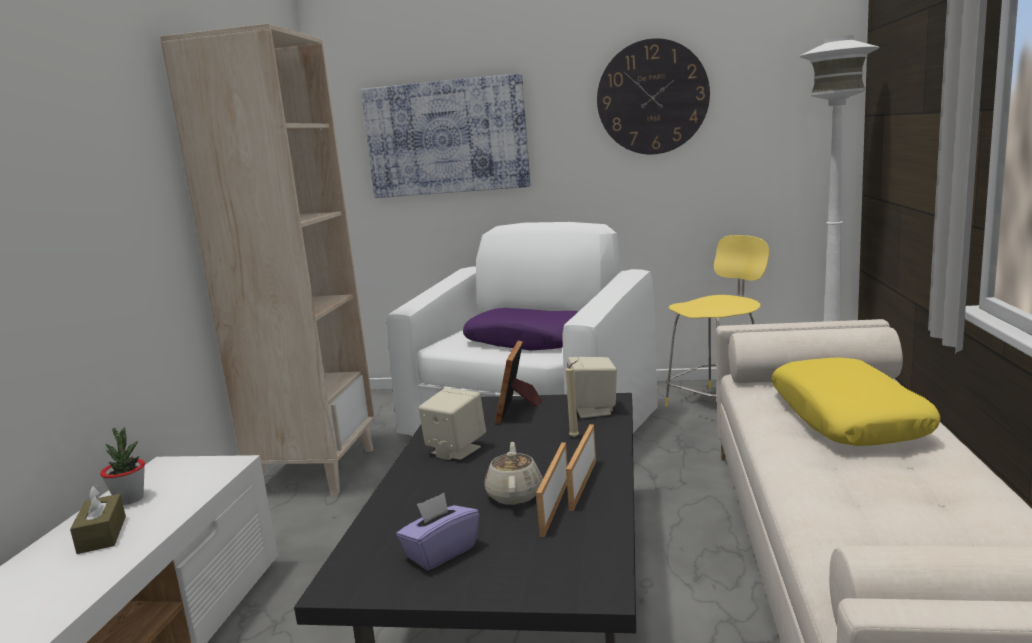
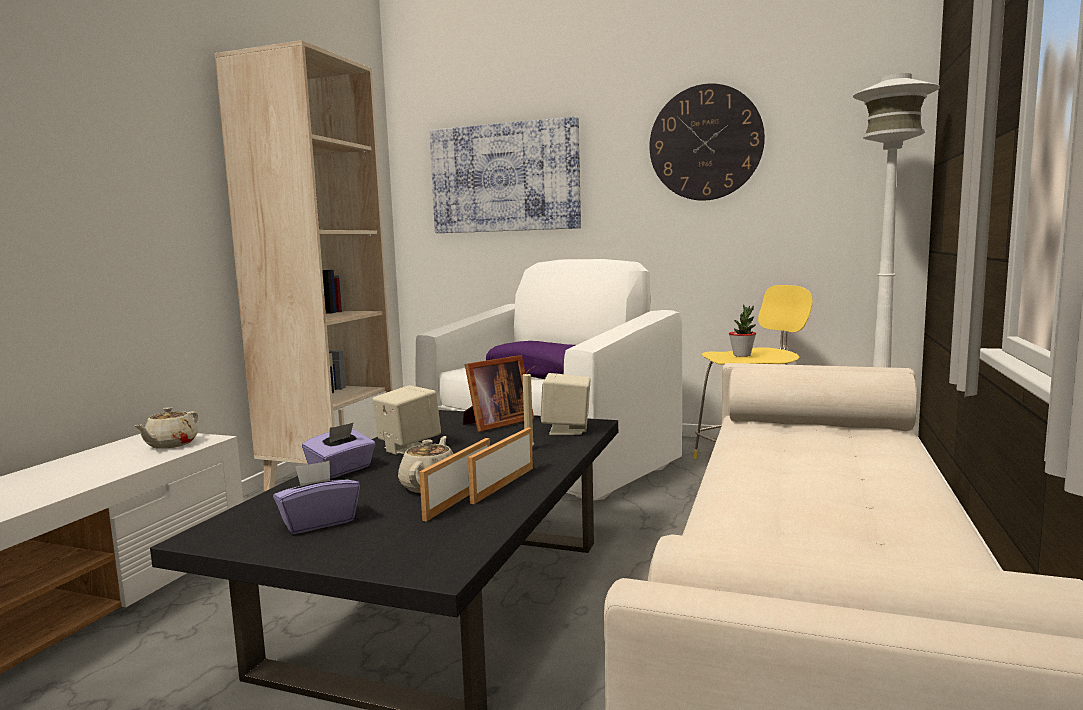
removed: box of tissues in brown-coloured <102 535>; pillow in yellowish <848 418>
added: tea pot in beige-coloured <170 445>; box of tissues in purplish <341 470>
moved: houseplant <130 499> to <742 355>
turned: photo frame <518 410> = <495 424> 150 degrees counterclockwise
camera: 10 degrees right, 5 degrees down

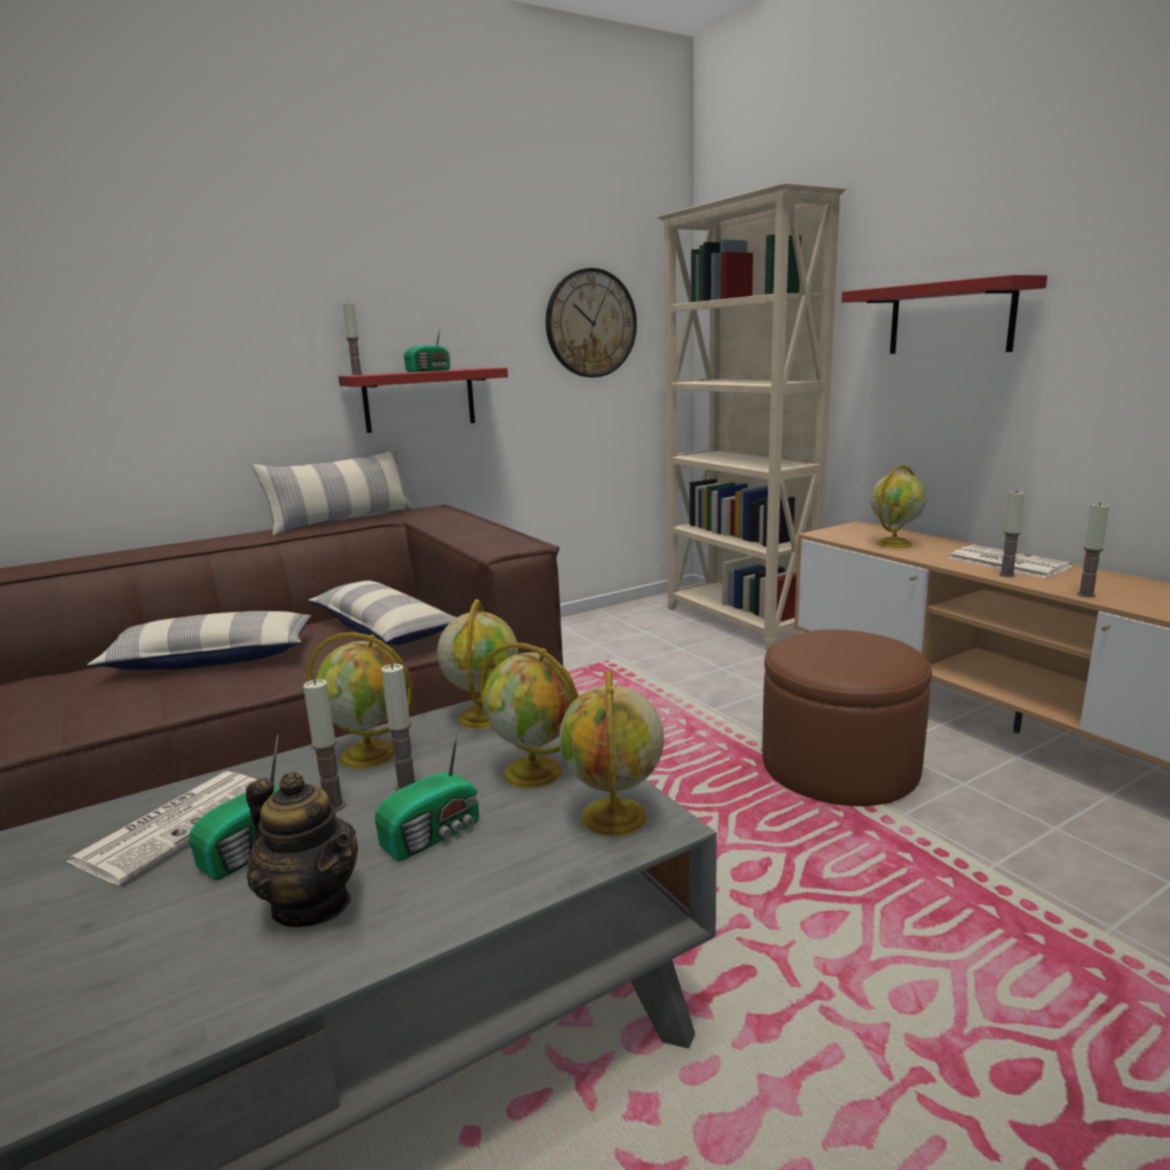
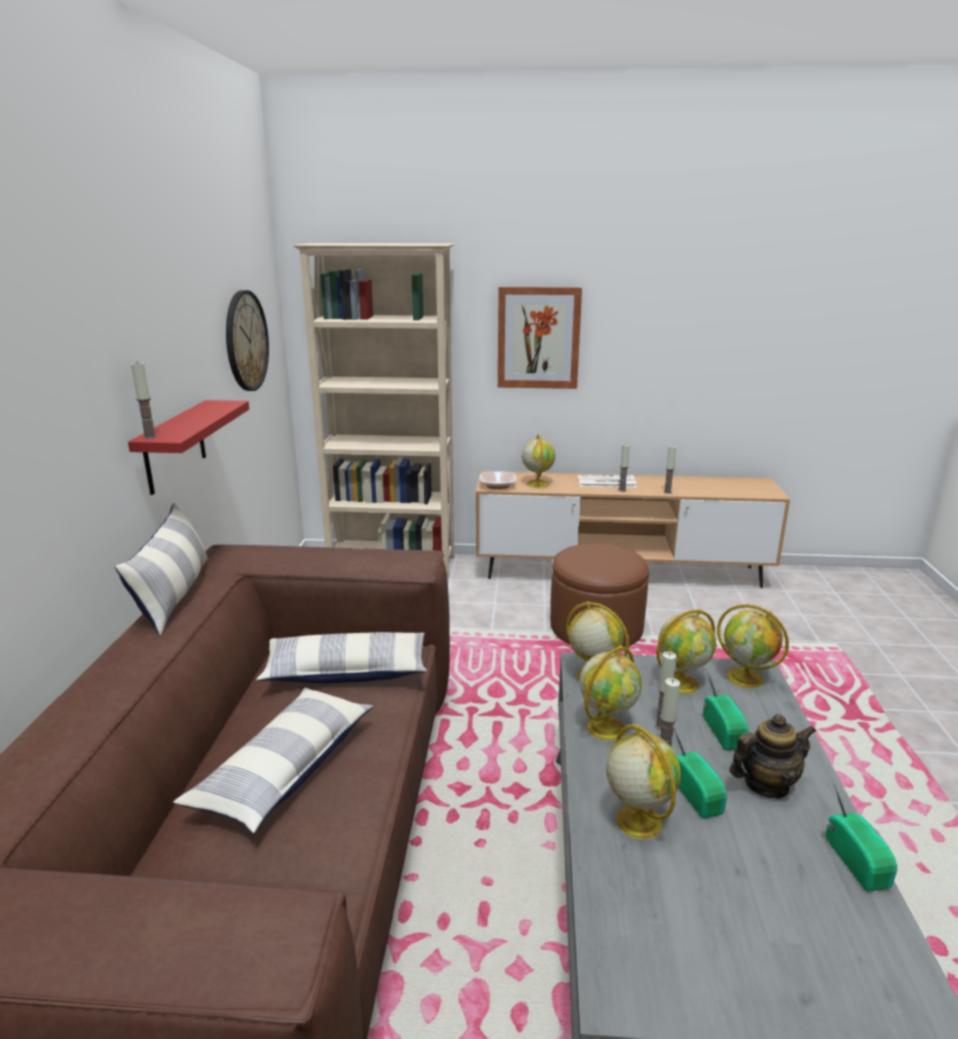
added: bowl <497 485>
moved: radio <430 371> to <856 860>
replaced: wall shelf in reddish <950 318> to wall art <538 338>; daily paper <177 824> to world globe <637 820>
camera: 55 degrees left, 5 degrees up

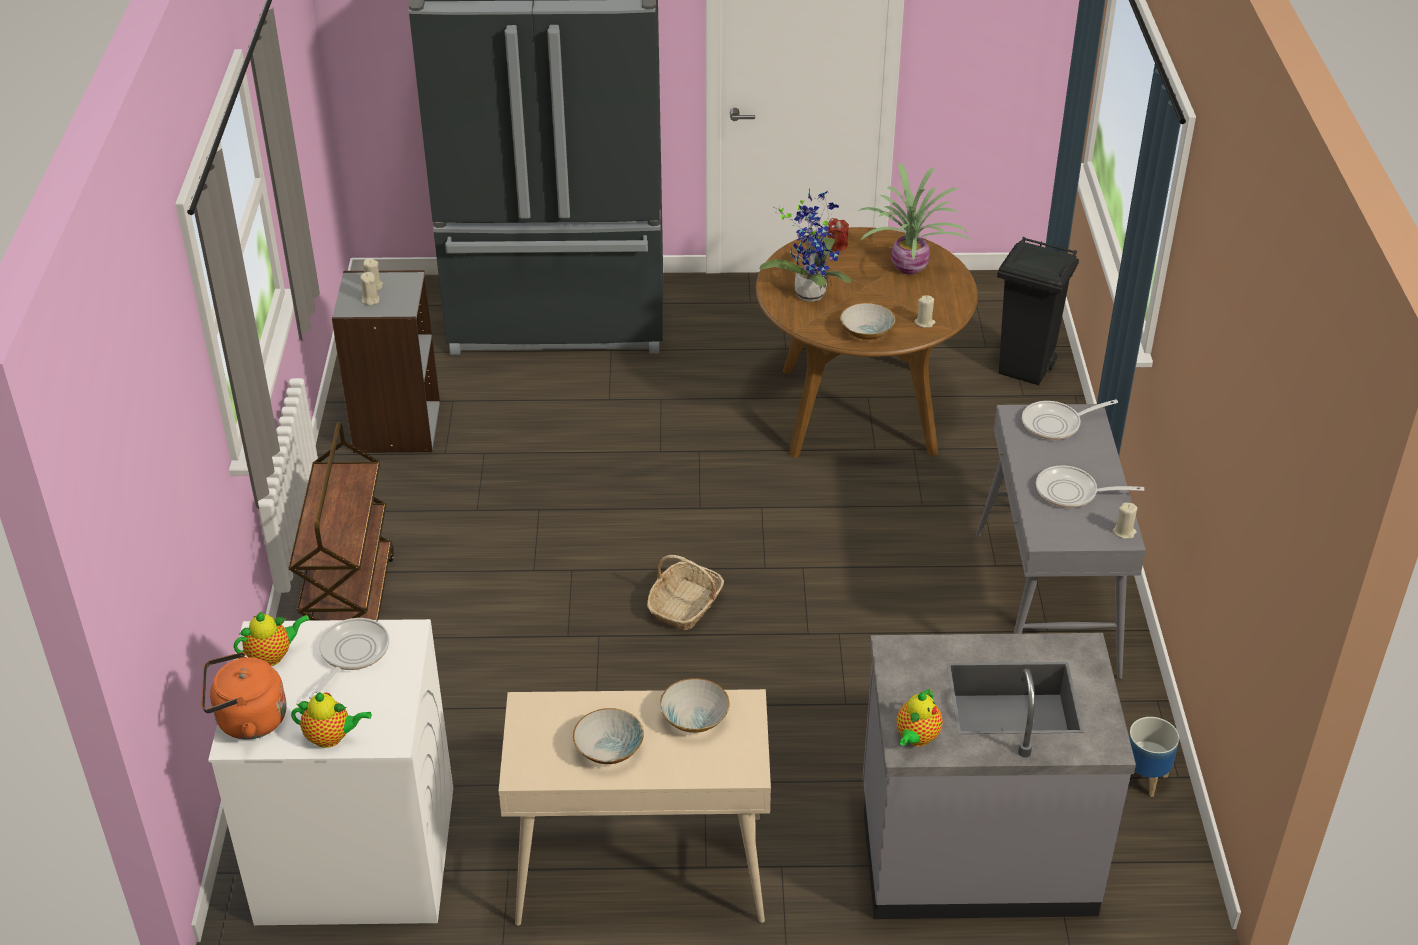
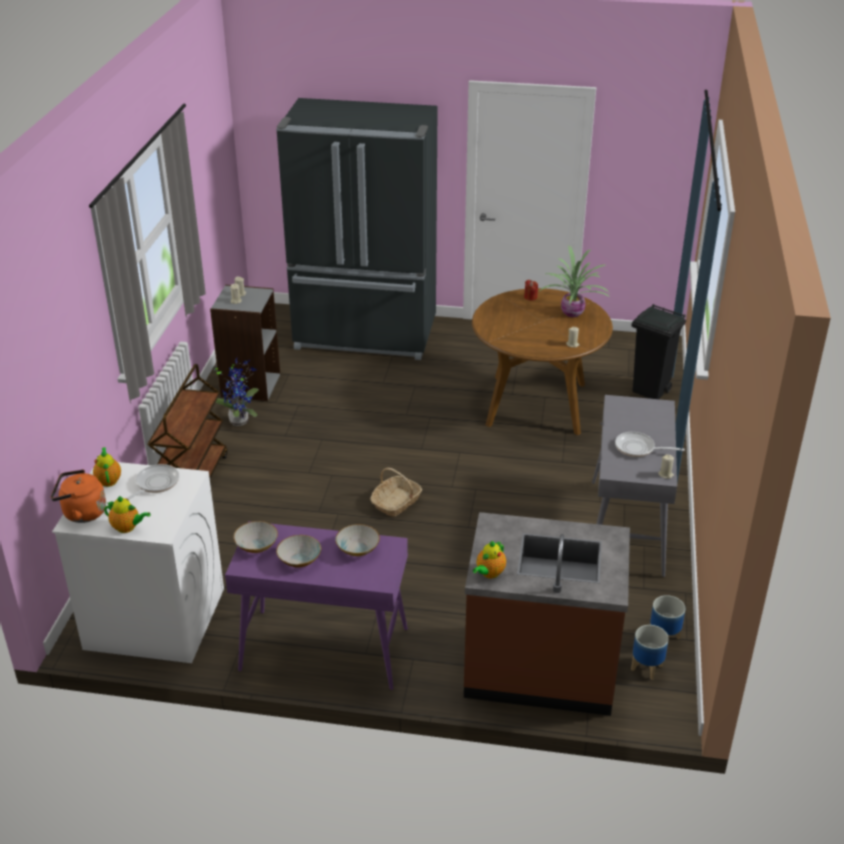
removed: pan <1056 424>
added: planter <646 668>
moved: houseplant <810 291> to <240 420>; bowl <866 332> to <256 546>
recoloured: narrow table in beige-coloured <639 871> to narrow table in purplish <323 650>; counter in gray <976 851> to counter in brown-coloured <540 666>
turned: tea pot <273 656> = <108 480> 90 degrees counterclockwise
camera: 10 degrees right, 5 degrees down

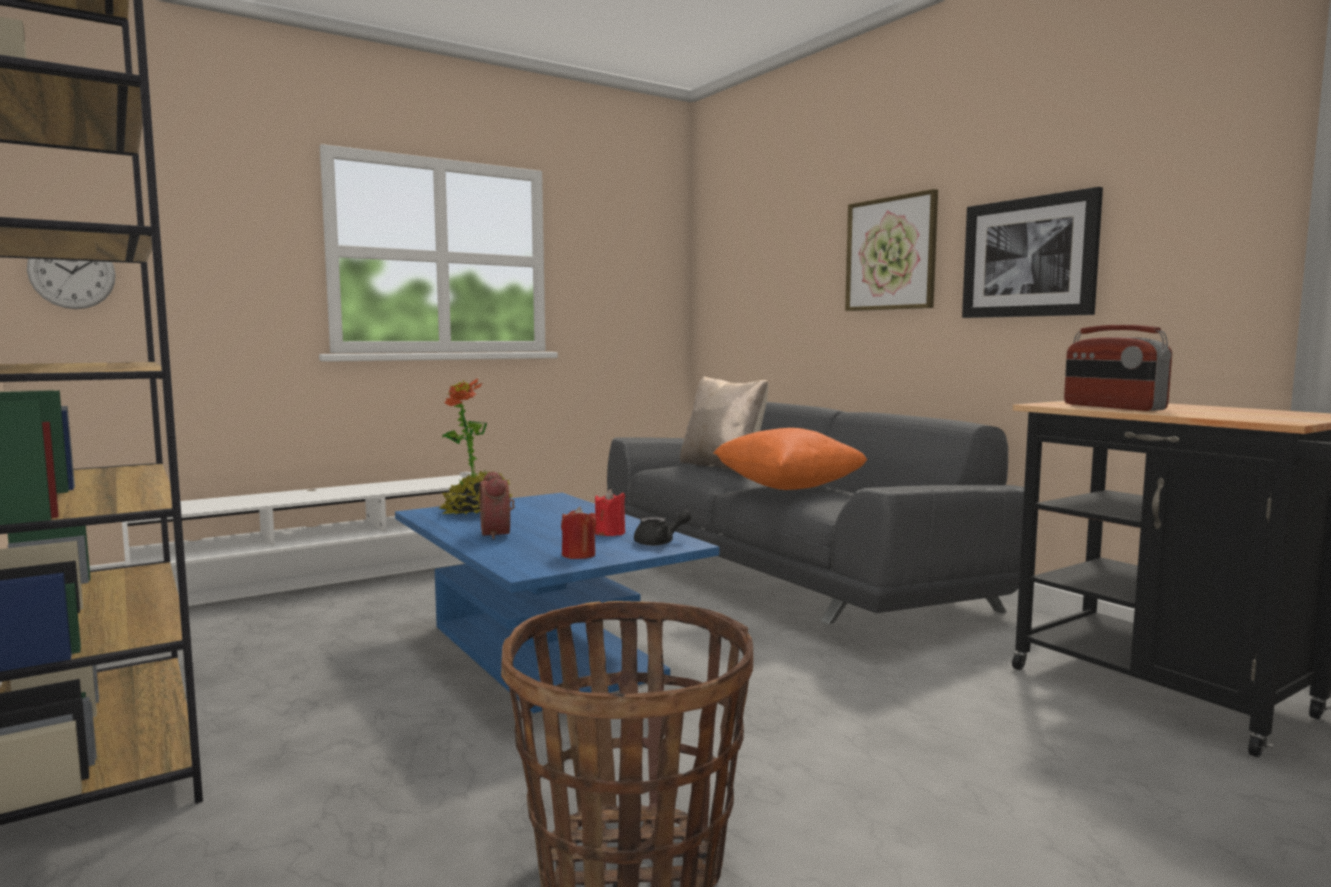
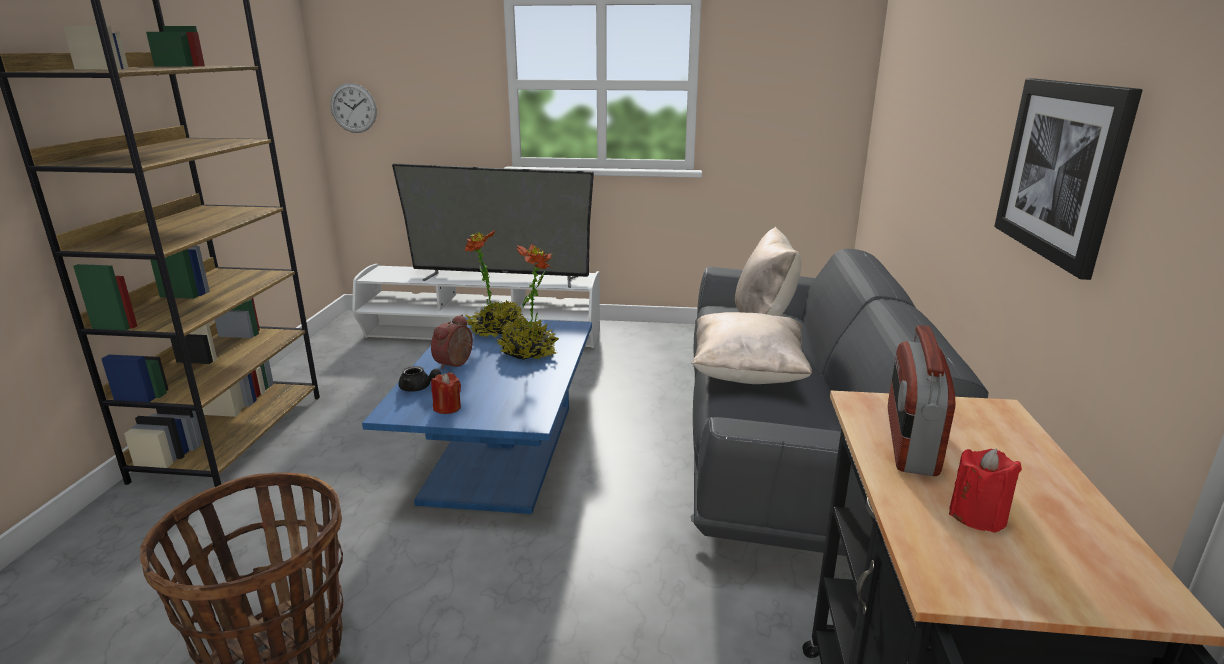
removed: wall art <891 254>
added: TV set <500 278>; houseplant <528 352>
moved: tea pot in black <660 542> to <418 388>; candle in reddish <610 533> to <977 516>
recoloured: pillow in orangey <788 487> to pillow in beige-coloured <747 374>
camera: 40 degrees right, 15 degrees up

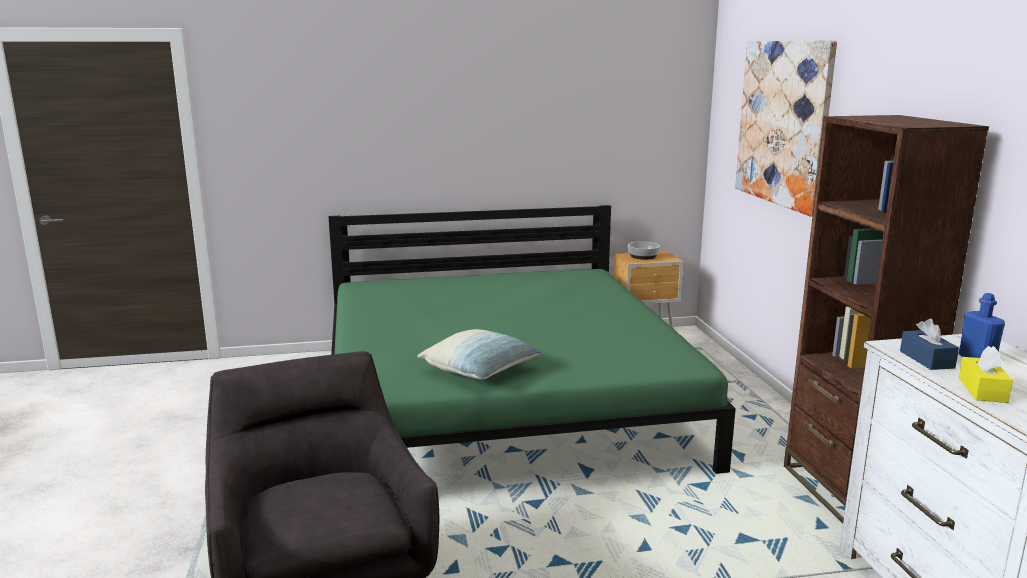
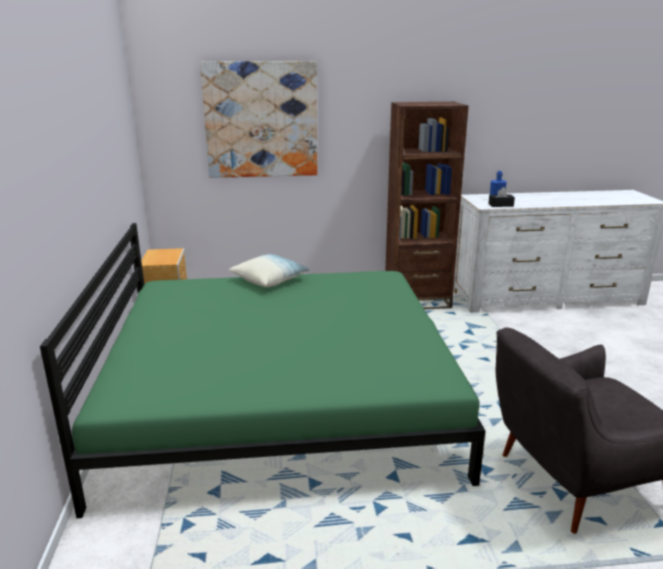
removed: bowl <643 256>; box of tissues in yellowish <982 390>
moved: pillow <481 370> to <270 280>
recoloured: box of tissues in blue-coloured <926 359> to box of tissues in black <500 205>
camera: 85 degrees left, 5 degrees up

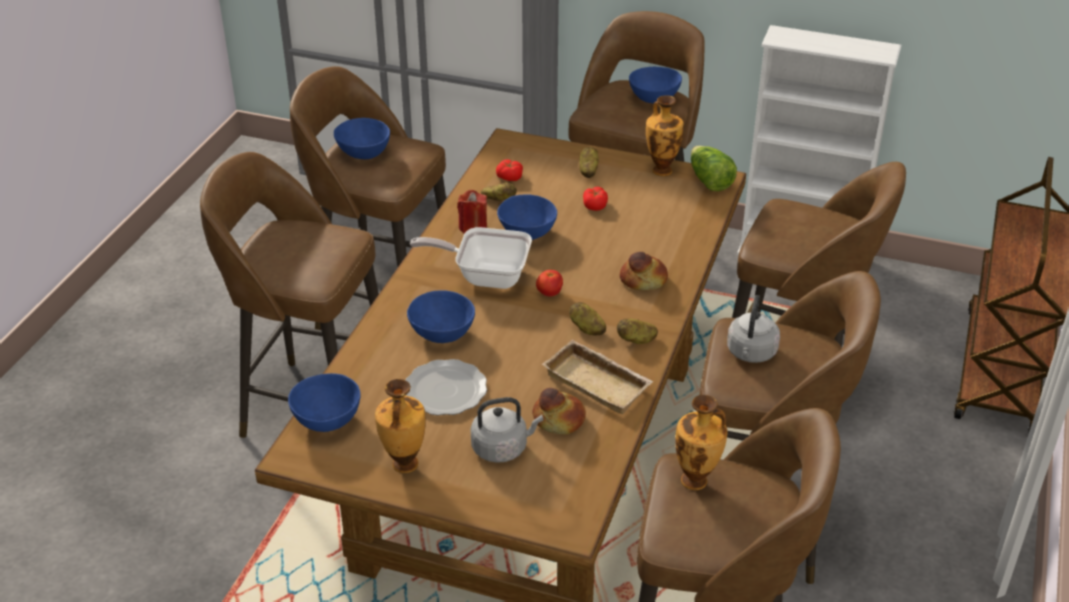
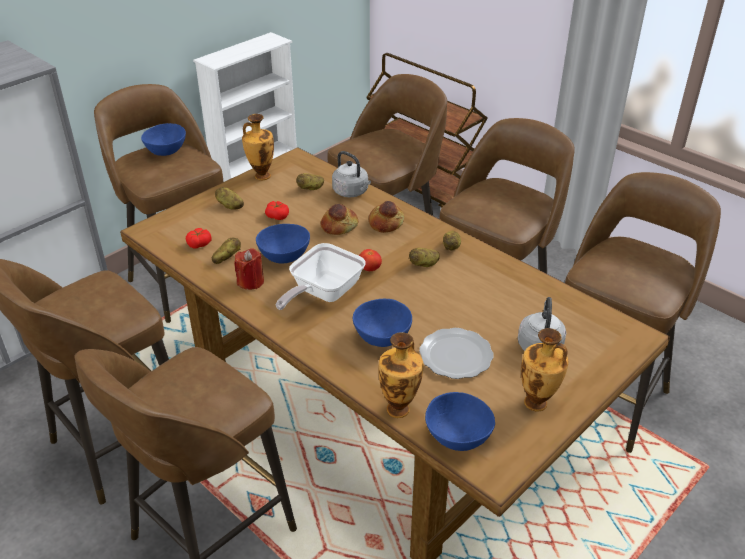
removed: bowl in blue-coloured <363 153>; serving tray in beige-coloured <599 382>; lettuce <709 181>
added: whole potato <310 188>
moved: bread <558 420> to <339 226>; kettle in gray <751 353> to <352 192>; vase <696 481> to <399 408>
camera: 65 degrees left, 0 degrees up

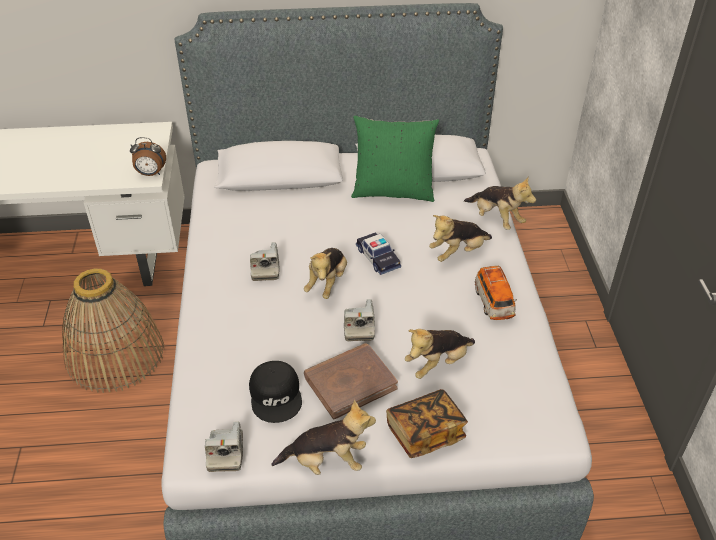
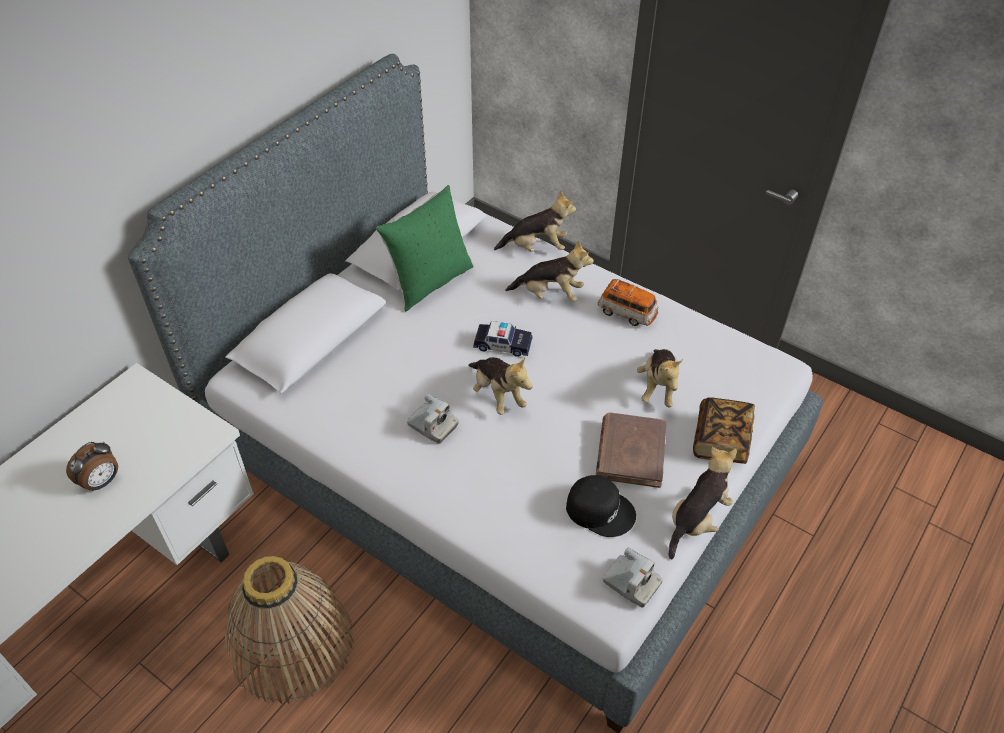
removed: still camera <359 327>
moved: table clock <150 174> to <102 482>
turned: soft toy <458 252> = <550 294> 90 degrees counterclockwise
camera: 50 degrees left, 5 degrees up

